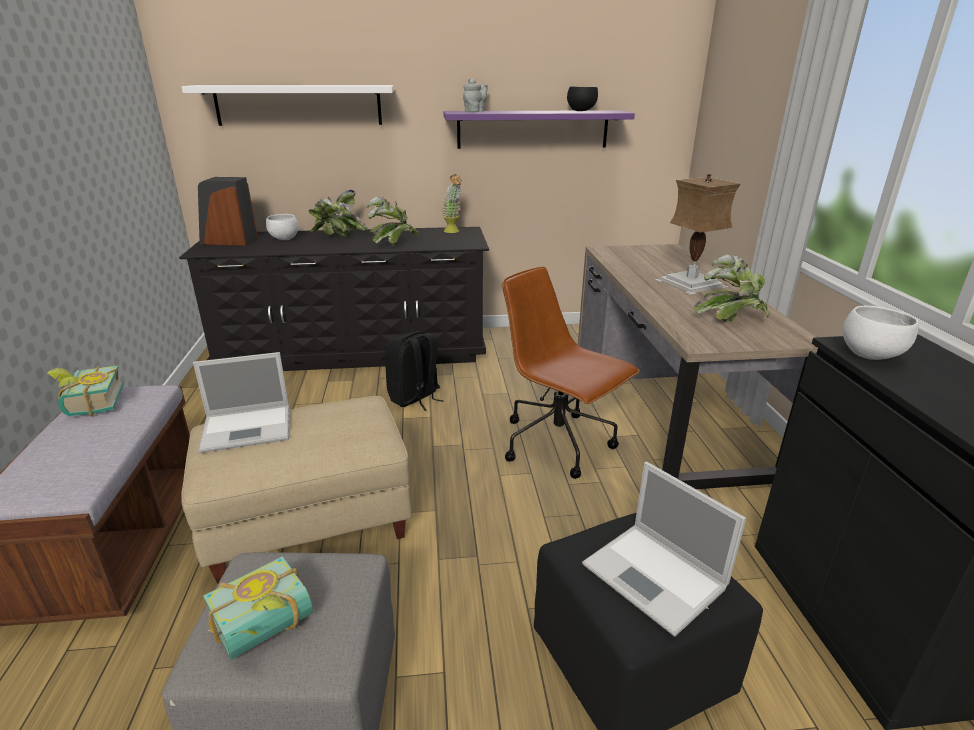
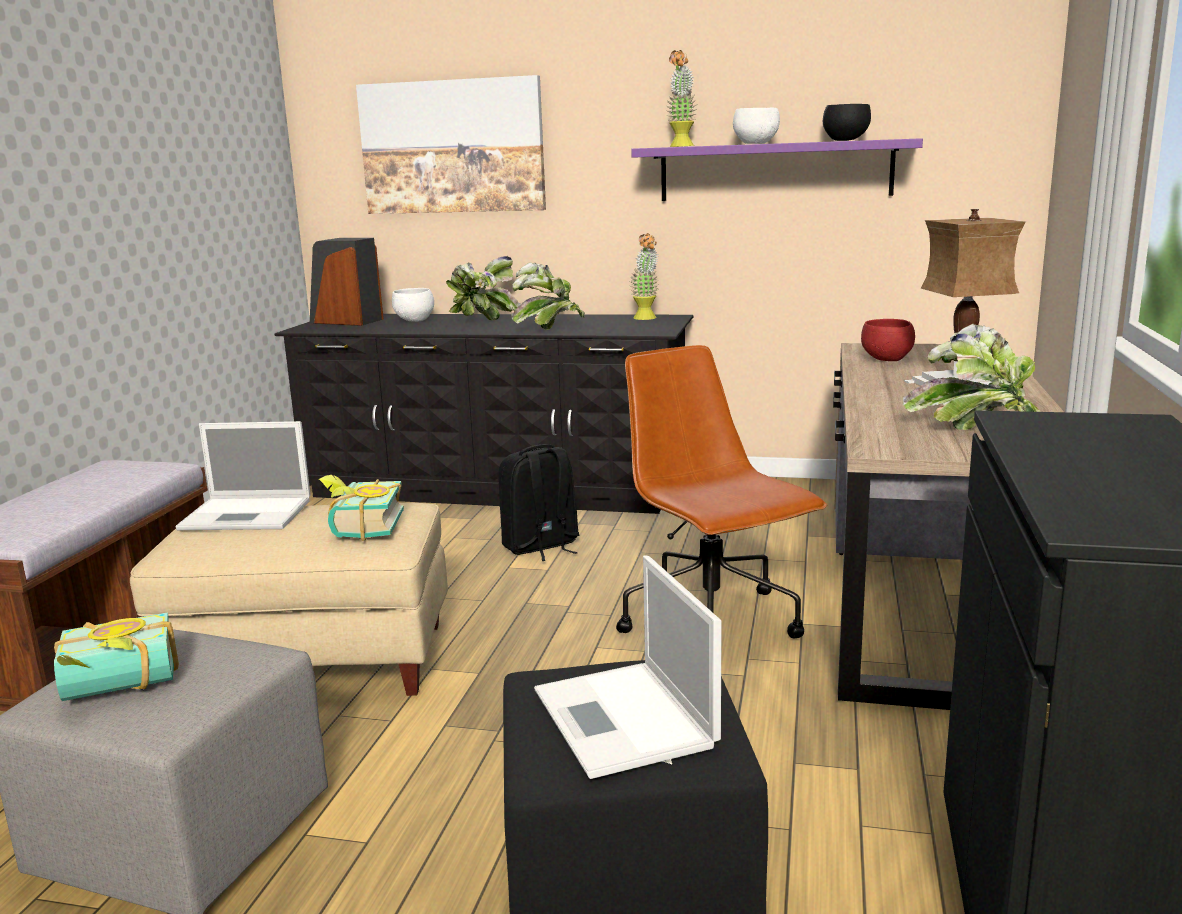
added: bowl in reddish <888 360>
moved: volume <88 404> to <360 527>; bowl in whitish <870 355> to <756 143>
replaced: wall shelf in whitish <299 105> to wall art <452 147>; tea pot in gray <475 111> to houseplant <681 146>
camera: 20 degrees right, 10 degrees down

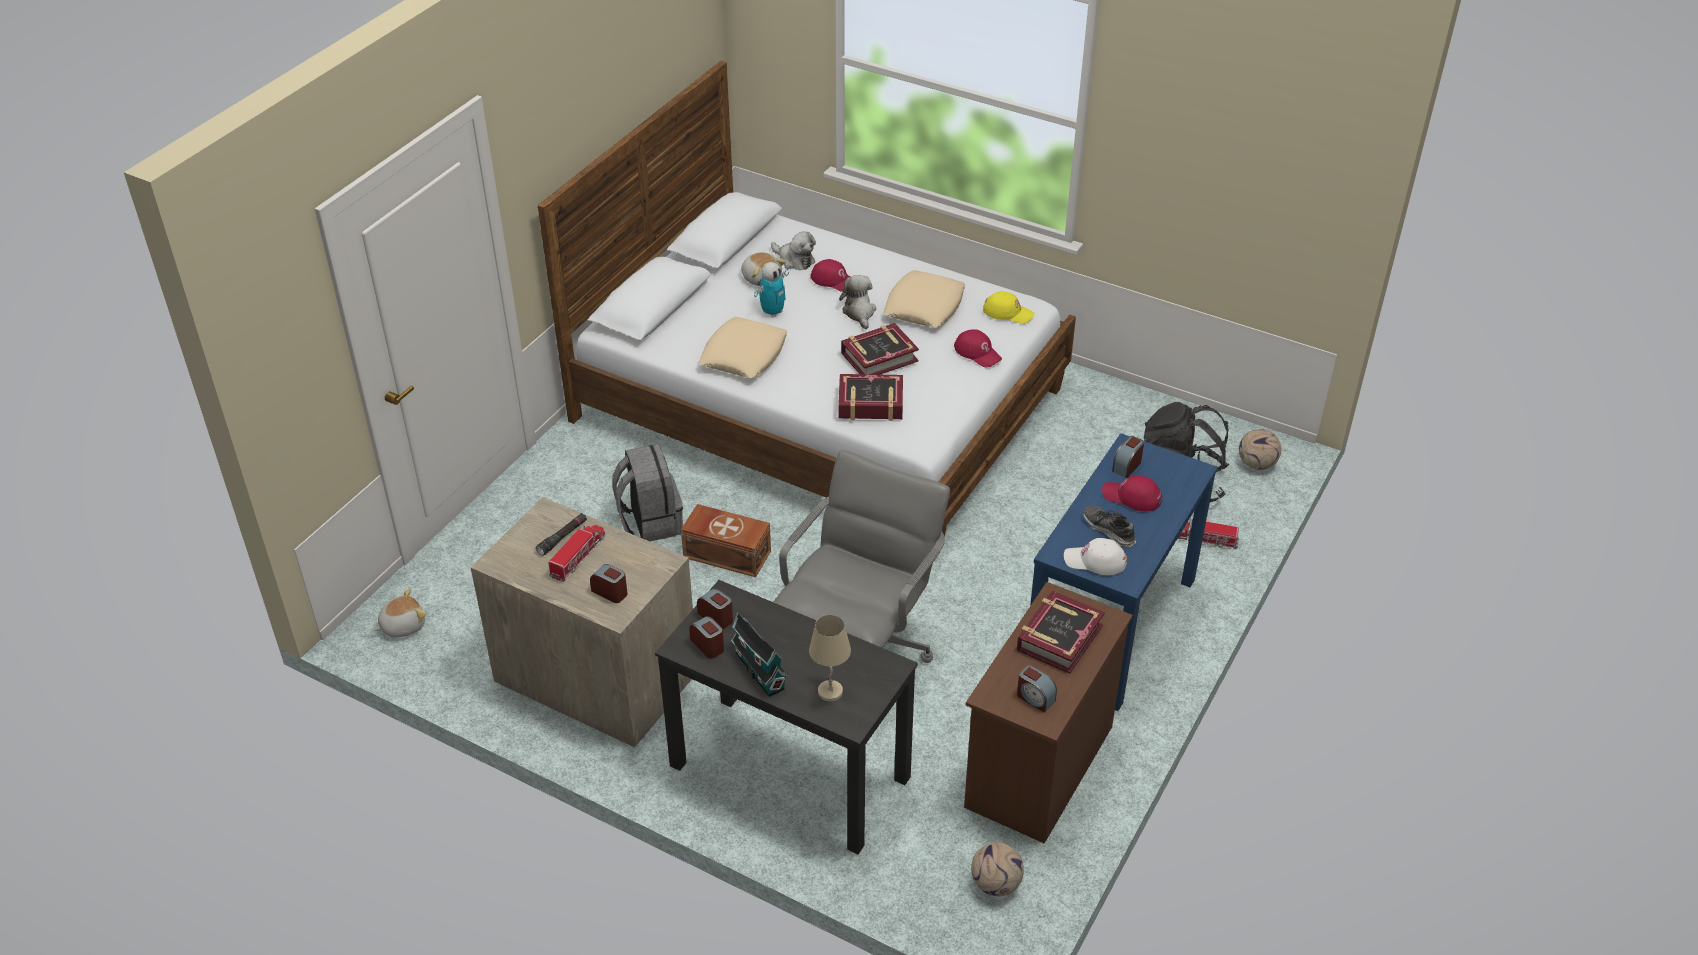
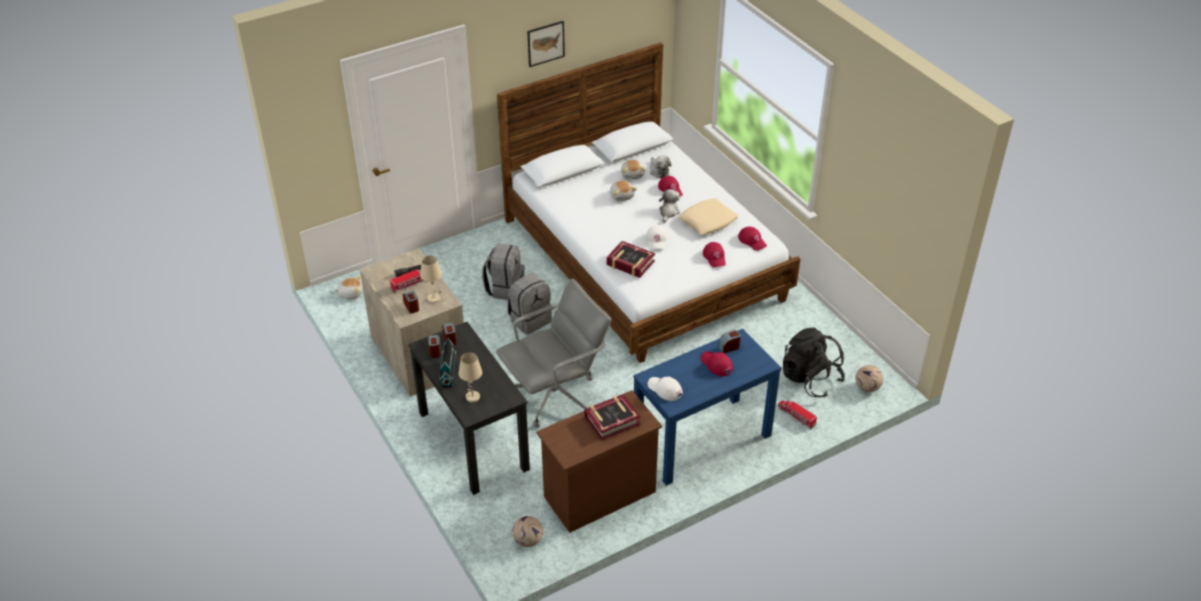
removed: pillow in beige-coloured <744 354>; table clock <1035 698>; shoe <1109 530>
added: lamp for a table in beige-coloured <434 298>; wall art <545 43>
replaced: storage container in brown-coloured <726 553> to knapsack in gray <530 319>; model robot <772 312> to soft toy <622 196>; volume <879 357> to peaked cap in whitish <657 240>
recoloured: peaked cap in yellowish <1008 312> to peaked cap in reddish <752 241>
camera: 30 degrees right, 0 degrees up

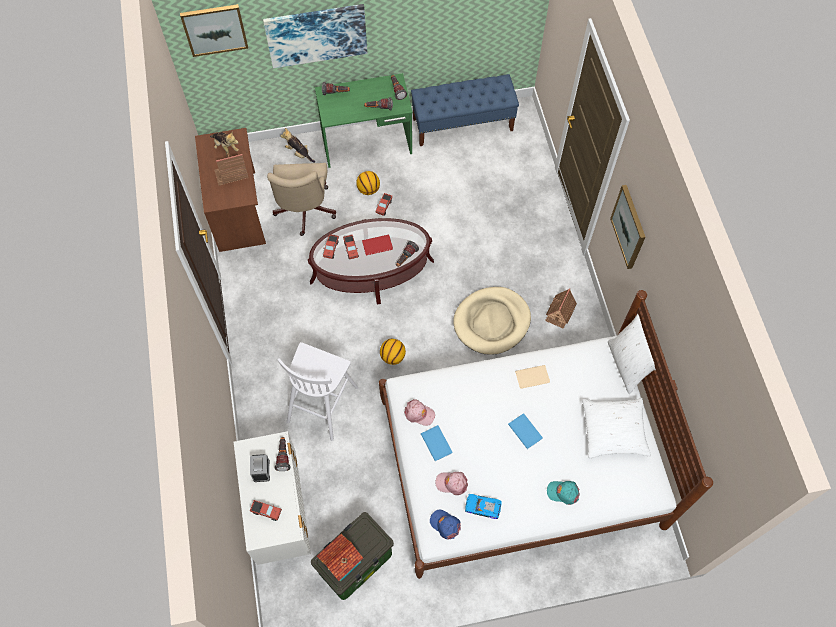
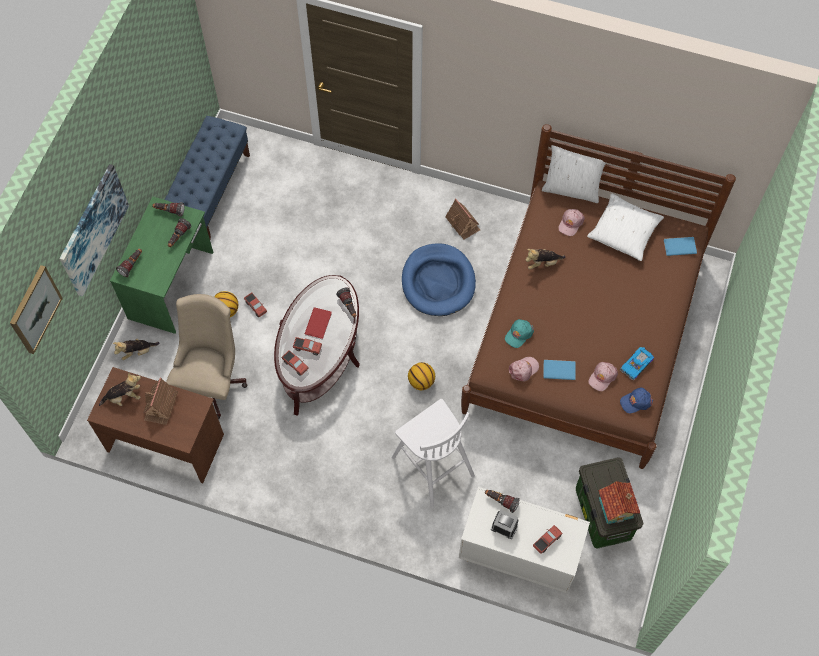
removed: wall art <629 227>
added: peaked cap in pink-coloured <570 223>
moved: peaked cap in turquoise <563 492> to <519 334>; volume in blue-coloured <525 430> to <679 246>
replaced: volume in beige-coloured <533 377> to soft toy <542 263>
recoloured: dog cushion in beige-coloured <492 322> to dog cushion in blue-coloured <438 282>; bed in whitish <520 462> to bed in brown-coloured <584 333>
turned: office chair in beige-coloured <304 212> = <212 381> 105 degrees counterclockwise
camera: 60 degrees left, 0 degrees up

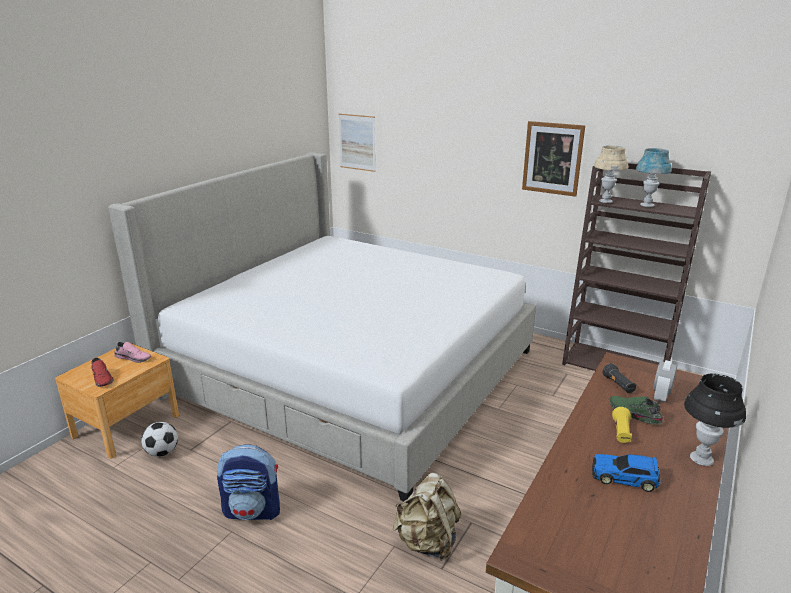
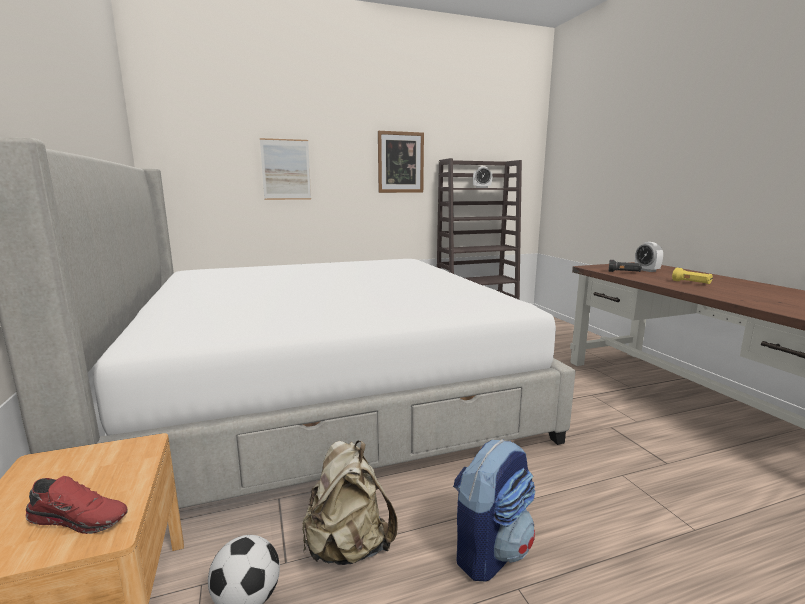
removed: shoe in pink-coloured <134 358>; toy car <625 477>; lamp for a table in beige-coloured <605 201>; shoe in green <633 414>; lamp for a table in black <701 459>
moved: wall art <357 142> to <286 169>; knapsack in beige-coloured <427 542> to <348 547>
replaced: lamp for a table in blue-coloured <647 205> to table clock <482 187>
camera: 50 degrees left, 10 degrees down

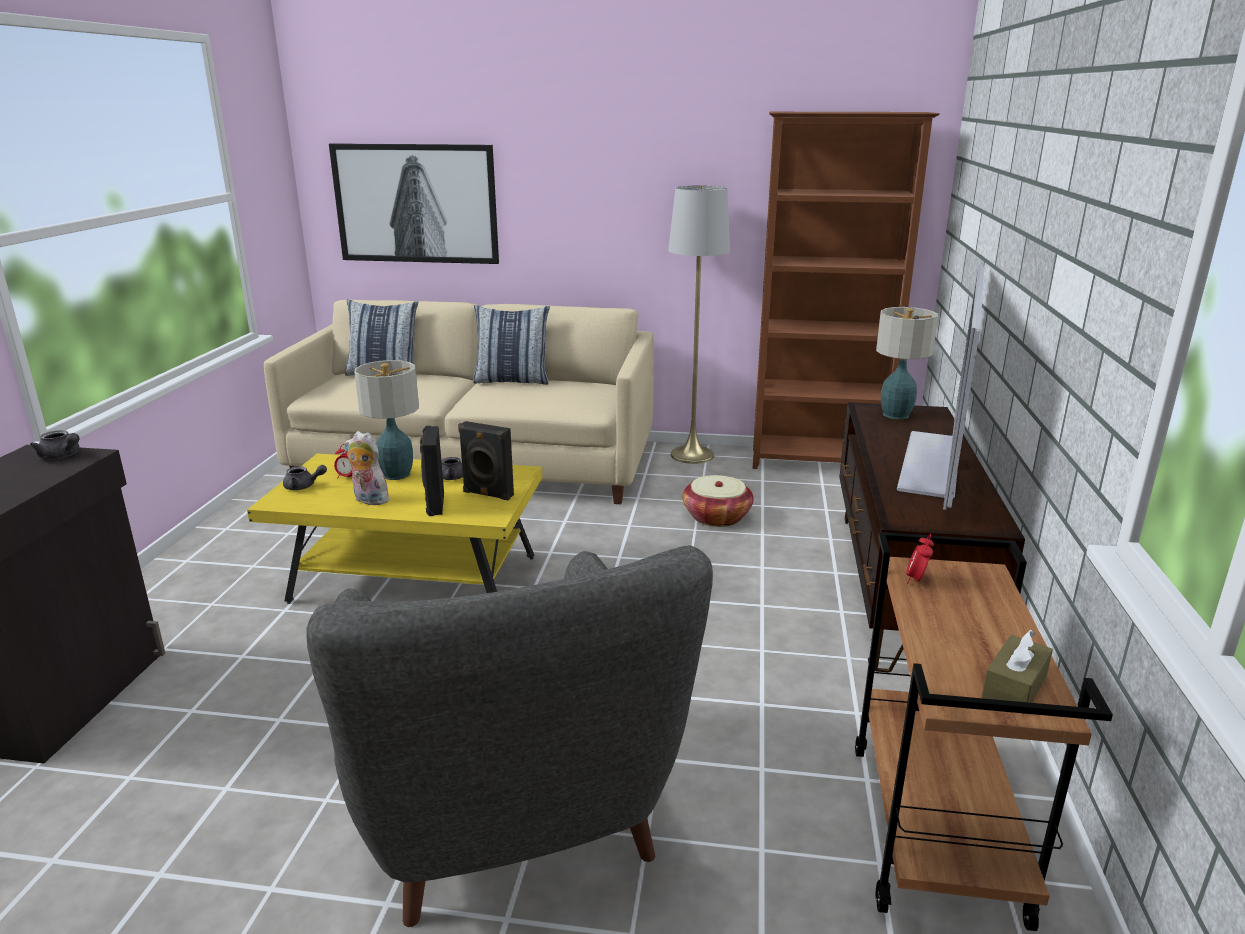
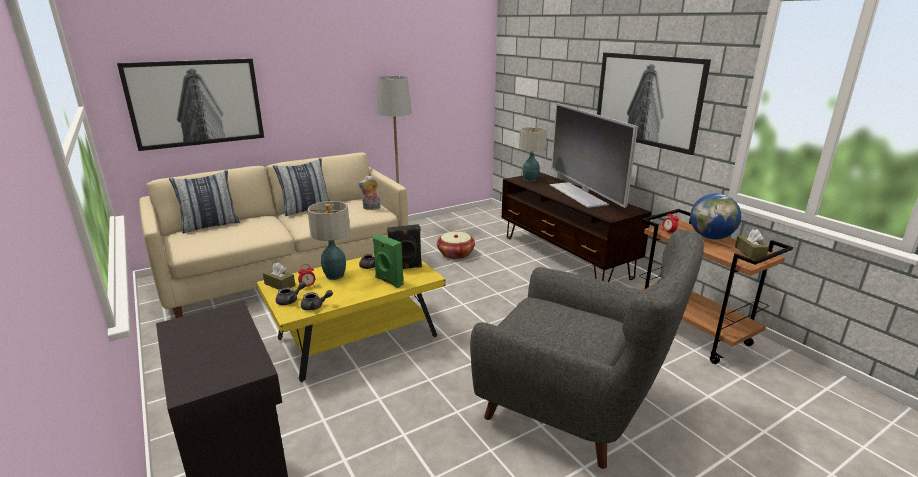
removed: shelving unit in brown-coloured <818 462>
added: box of tissues in brown-coloured <279 284>; wall art <646 100>; world globe <711 237>
moved: tea pot in gray <62 456> to <315 306>; soft toy <368 500> to <371 208>
recoloured: audio speaker in black <434 504> to audio speaker in green <388 281>
camera: 40 degrees left, 0 degrees up

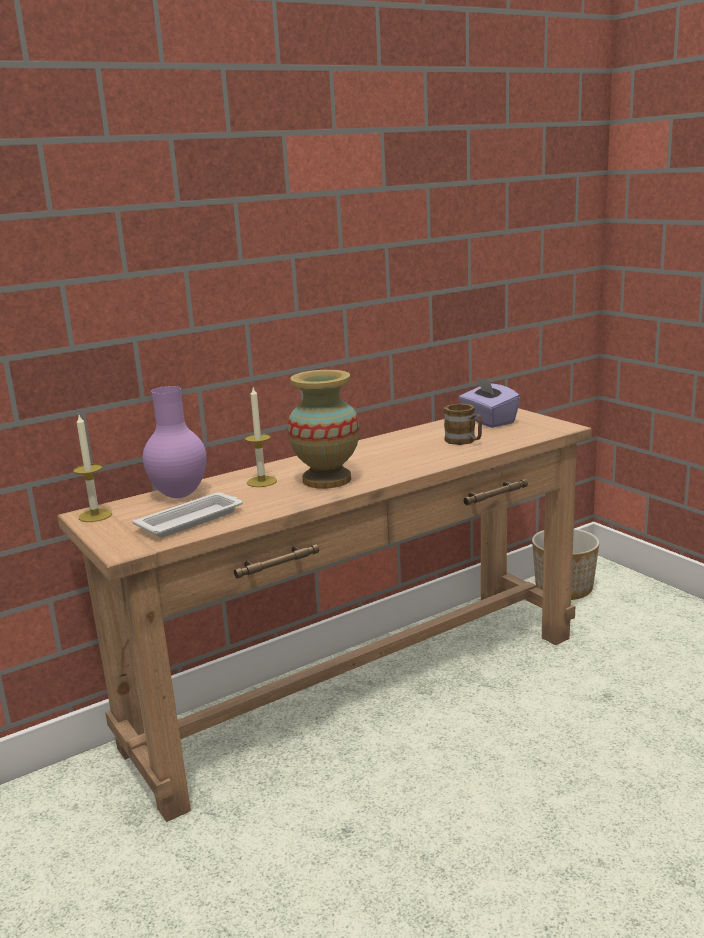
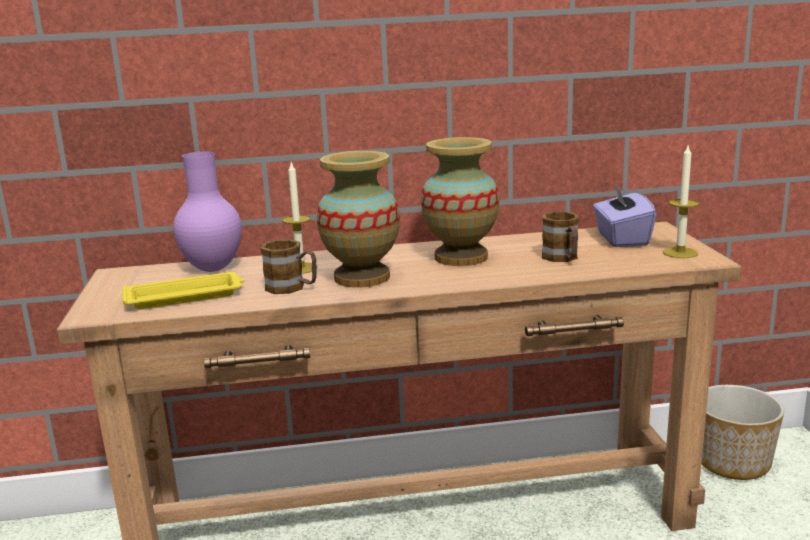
added: mug <292 288>; vase <461 257>
moved: candle <95 515> to <680 253>
recoloured: serving tray in whitish <192 520> to serving tray in yellowish <186 296>
camera: 25 degrees right, 0 degrees up

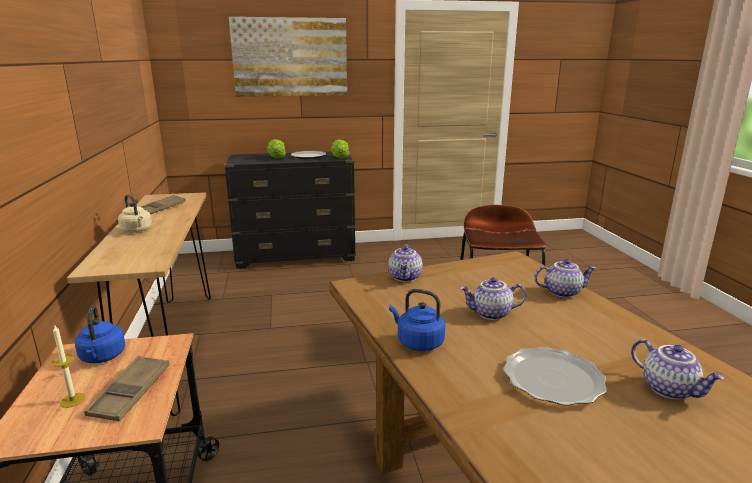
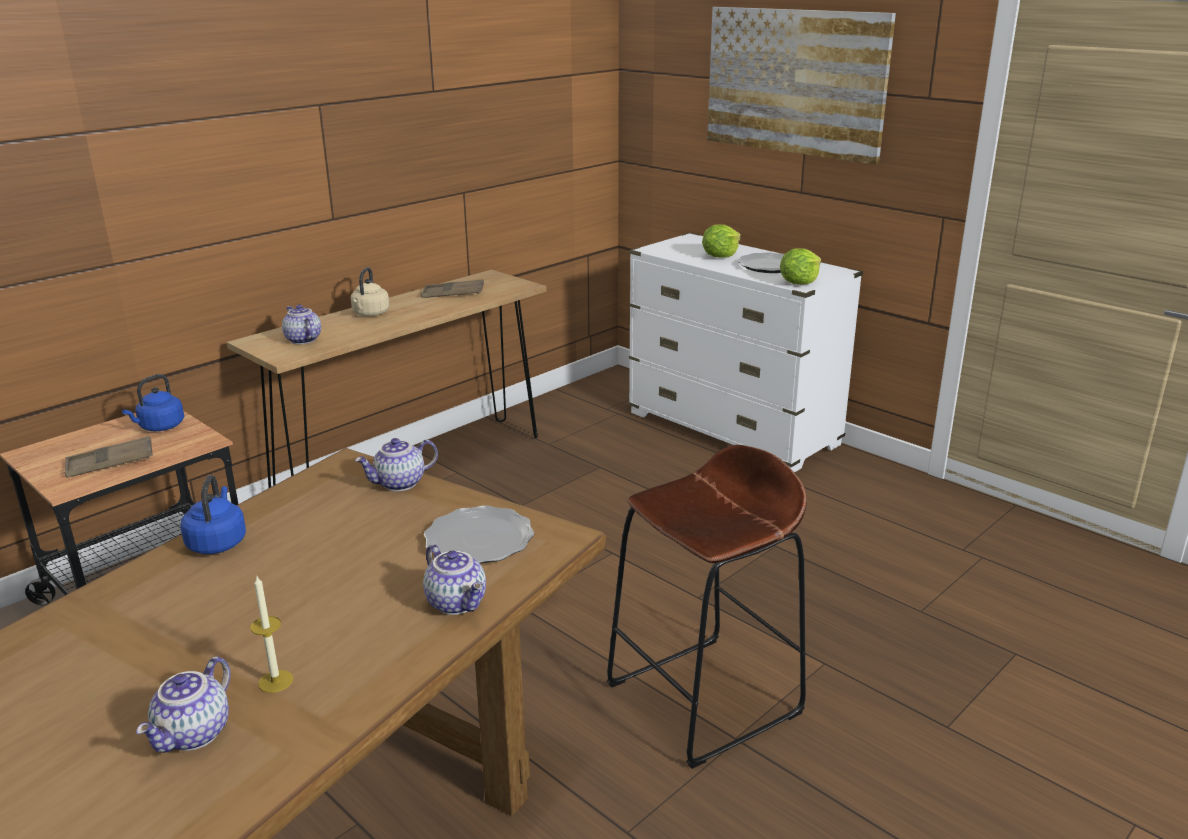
moved: candle <73 400> to <275 681>; tea pot <491 314> to <302 340>; flat dish <552 379> to <480 539>
recoloured: chest of drawers in black <296 256> to chest of drawers in whitish <732 430>
camera: 55 degrees right, 5 degrees up

